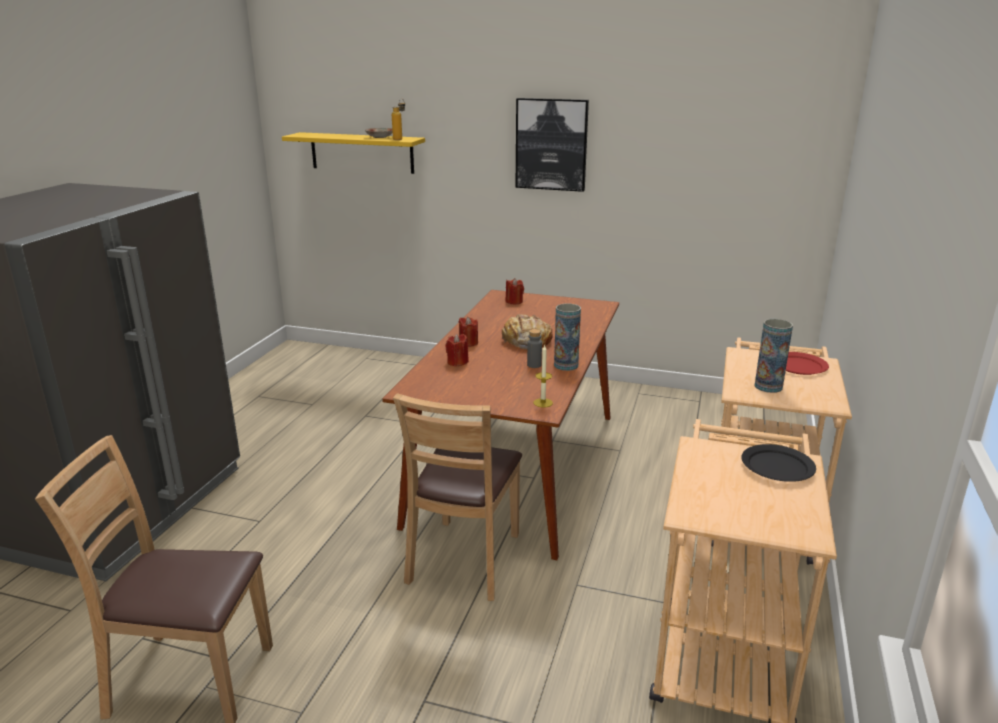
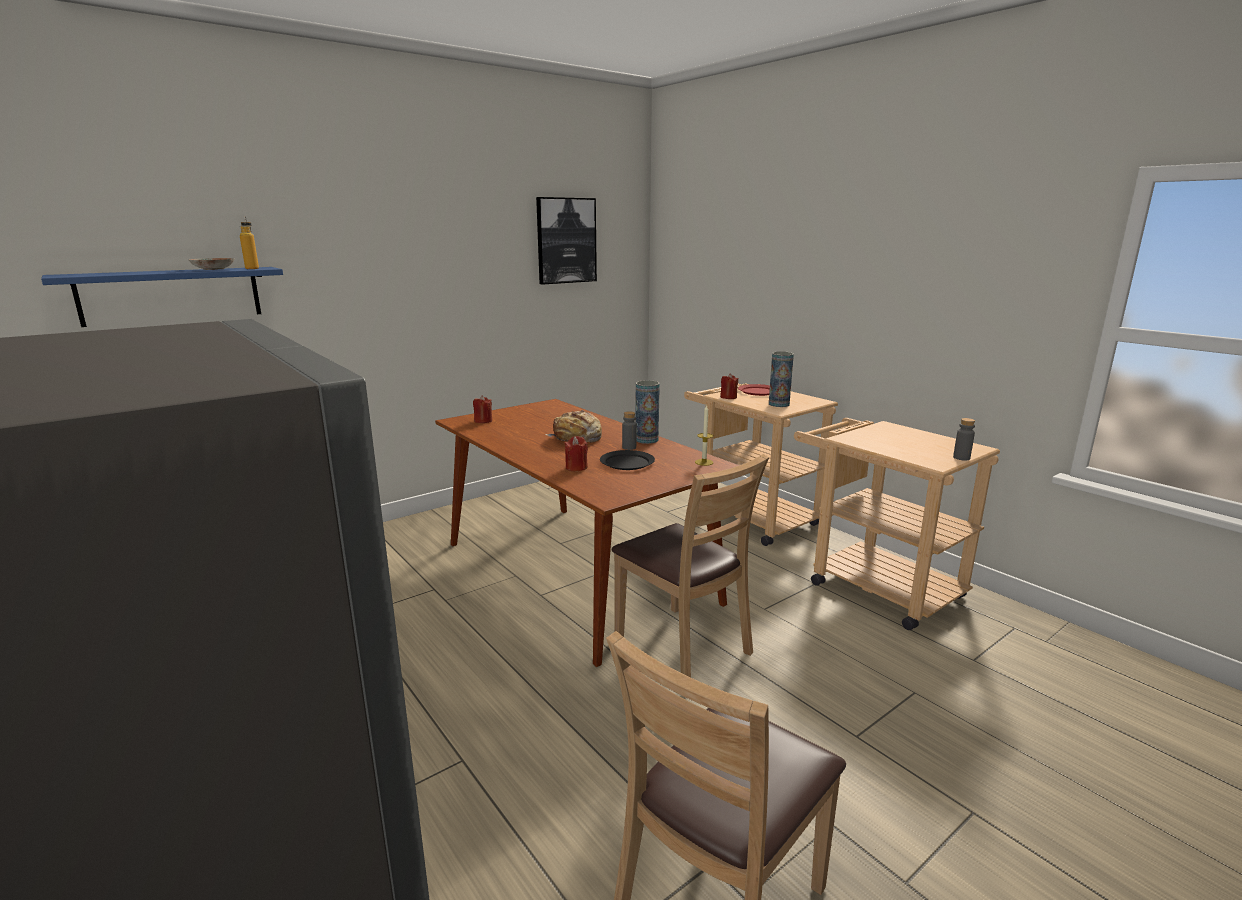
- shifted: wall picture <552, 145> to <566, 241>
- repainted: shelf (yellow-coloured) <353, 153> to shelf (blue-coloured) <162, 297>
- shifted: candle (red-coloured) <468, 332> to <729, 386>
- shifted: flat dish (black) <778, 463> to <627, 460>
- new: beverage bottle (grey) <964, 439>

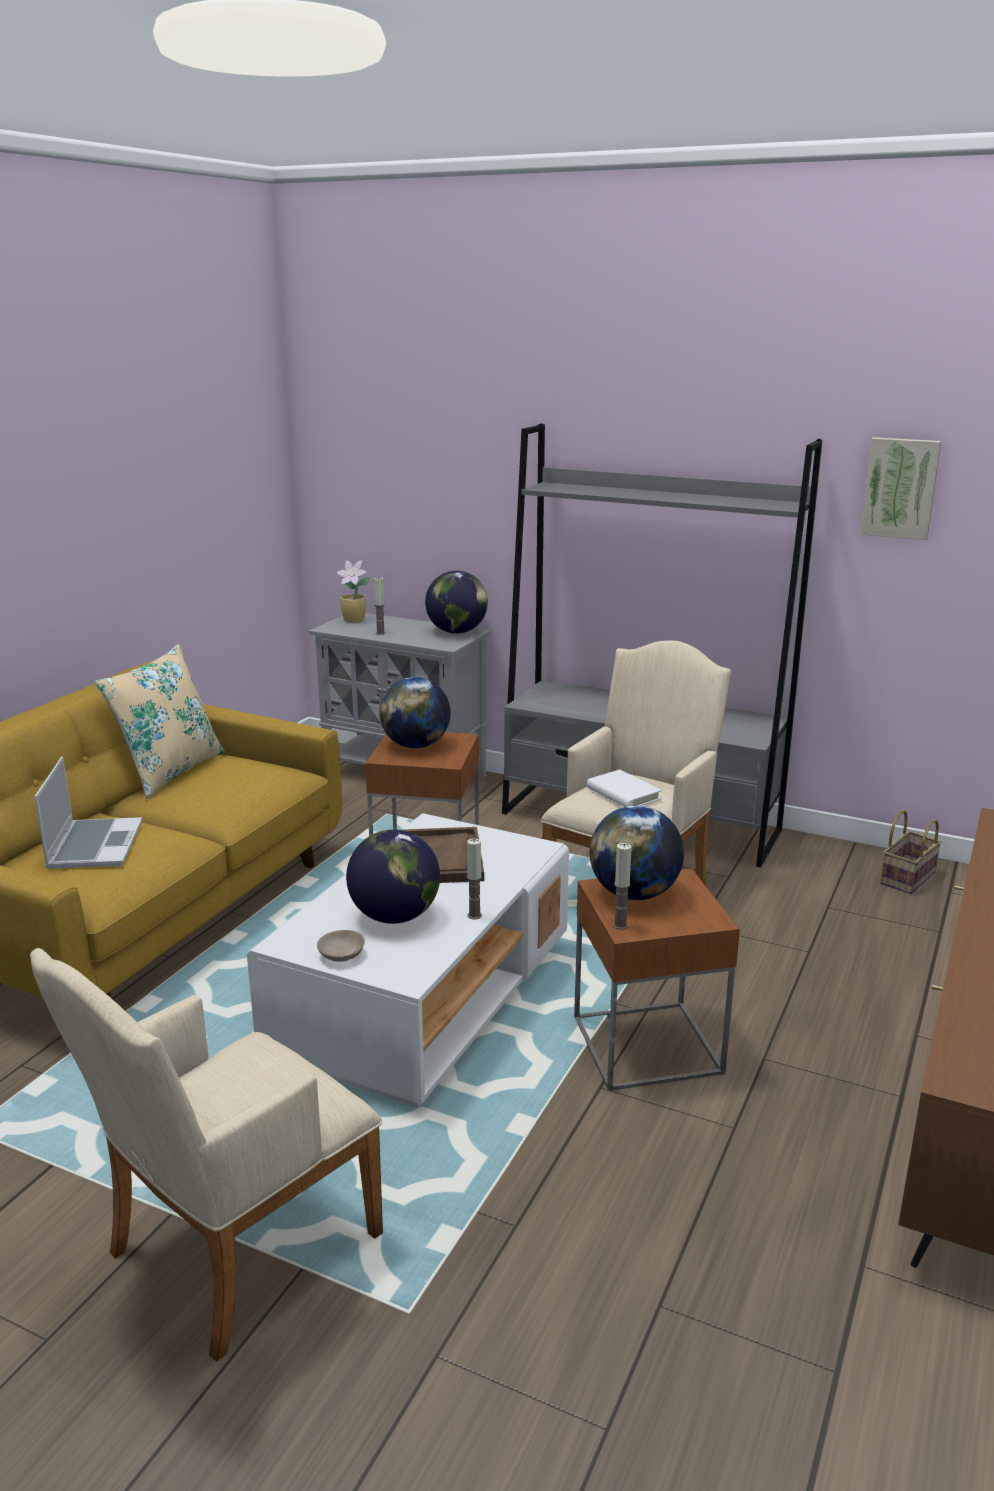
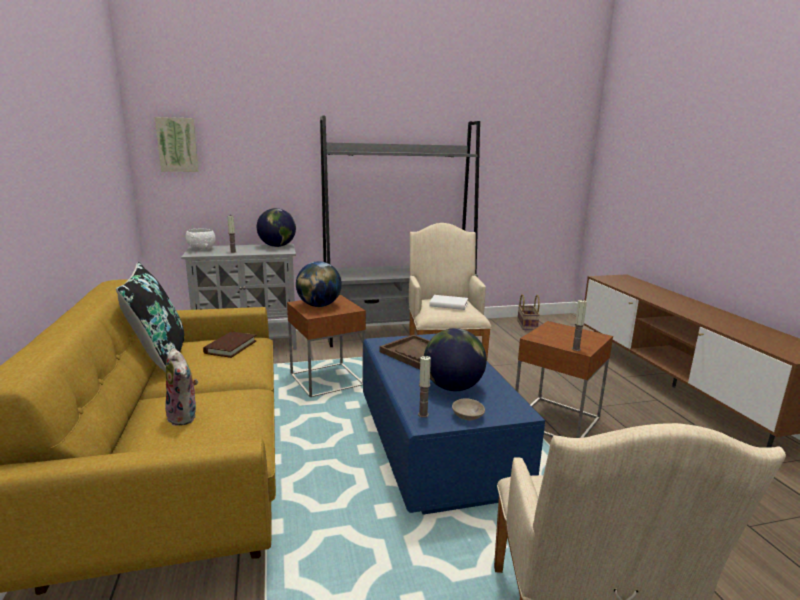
- shifted: wall picture <900, 488> to <177, 144>
- swapped: houseplant <353, 591> to deep dish (white-coloured) <200, 239>
- repainted: pillow (beige) <160, 721> to pillow (black) <150, 317>
- swapped: portable computer <88, 813> to cuddly toy <181, 387>
- gone: globe <636, 852>
- repainted: low table (white-coloured) <408, 960> to low table (blue-coloured) <454, 424>
- shifted: candle <474, 879> to <424, 387>
- new: volume (brown) <230, 345>

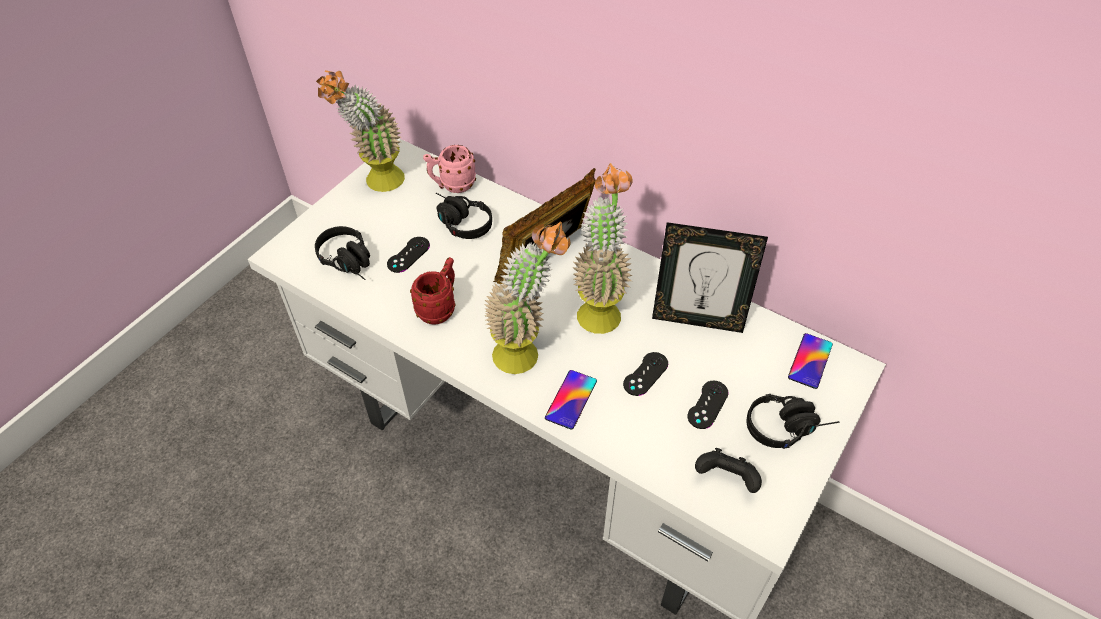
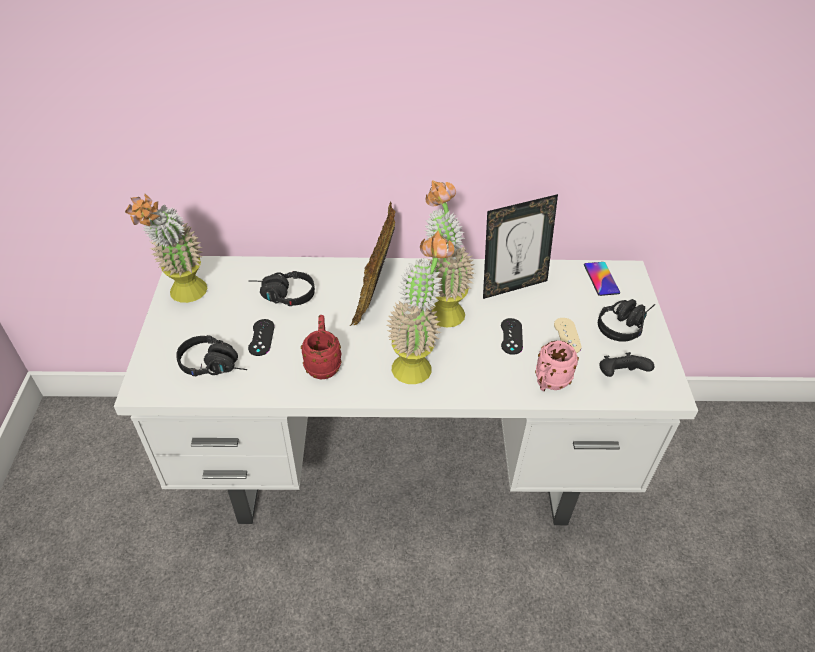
- shifted: coffee mug (pink) <449, 169> to <557, 366>
- gone: phone <571, 399>
- repainted: gamepad (black) <708, 405> to gamepad (beige) <568, 335>

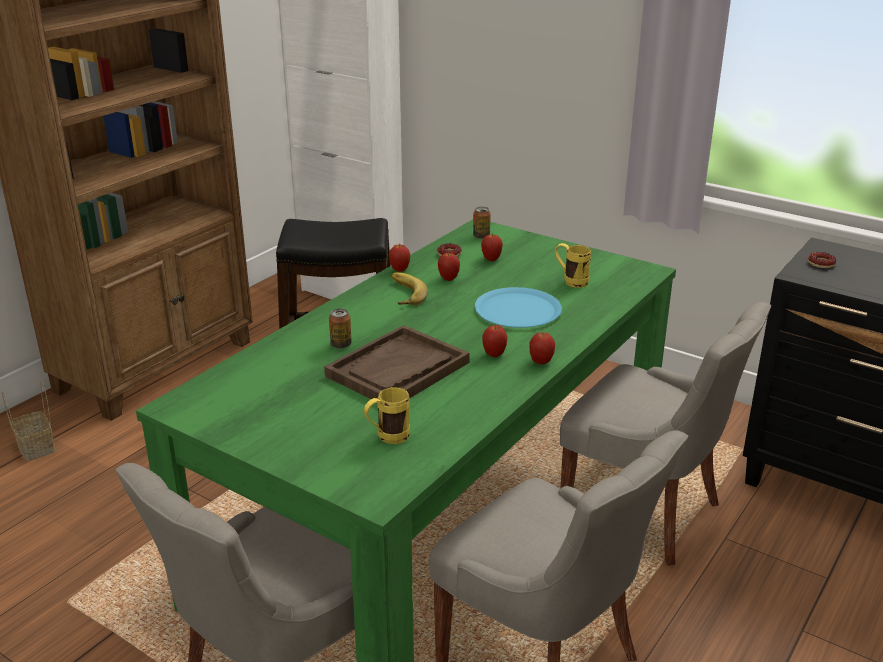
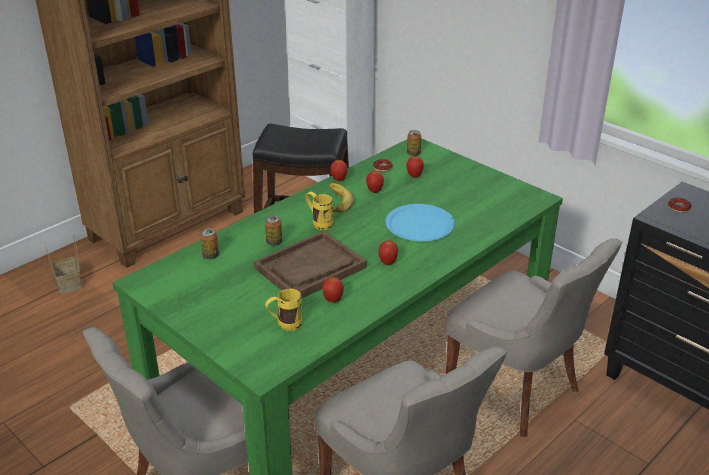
- shifted: coffee mug (yellow-coloured) <573, 265> to <319, 211>
- shifted: apple fruit <542, 348> to <333, 289>
- new: can <209, 243>

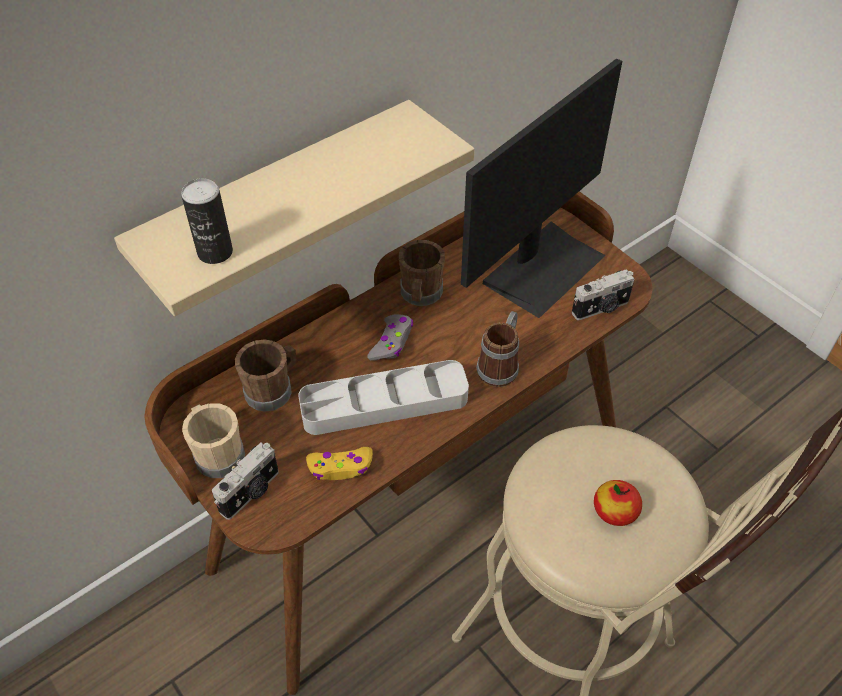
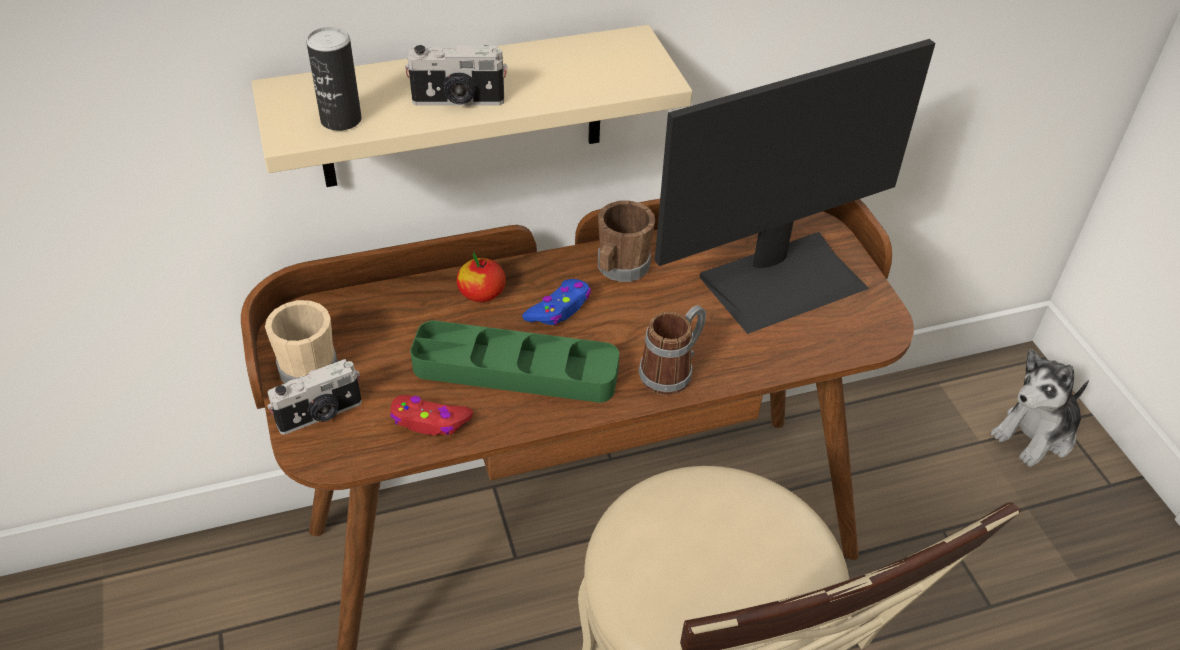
- shifted: photo camera <603, 294> to <456, 75>
- repainted: gamepad (grey) <390, 337> to gamepad (blue-coloured) <556, 302>
- gone: coffee mug (brown) <266, 375>
- repainted: carrying tray (grey) <383, 397> to carrying tray (green) <514, 361>
- repainted: gamepad (yellow-coloured) <339, 463> to gamepad (red-coloured) <431, 415>
- shifted: apple fruit <618, 503> to <481, 277>
- new: cuddly toy <1040, 408>

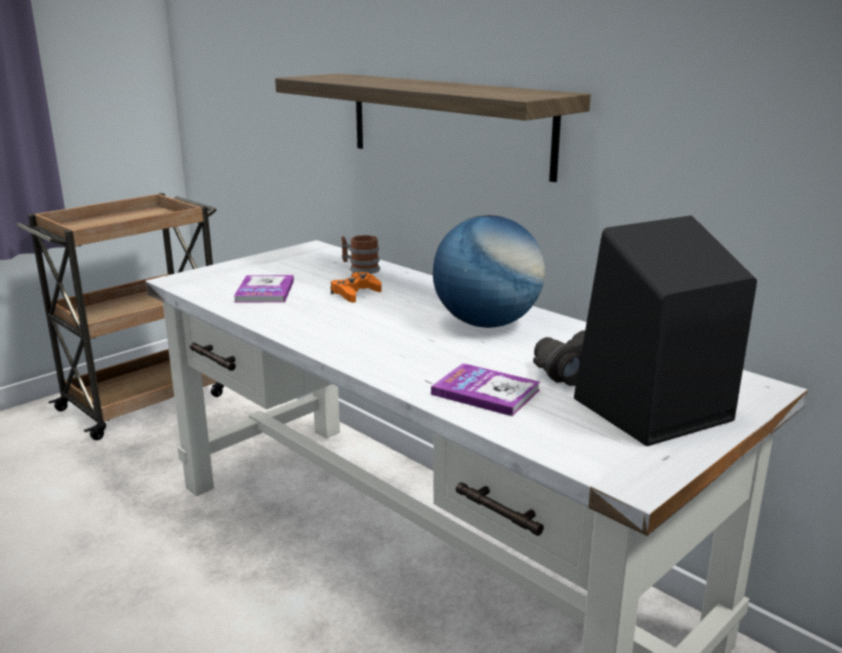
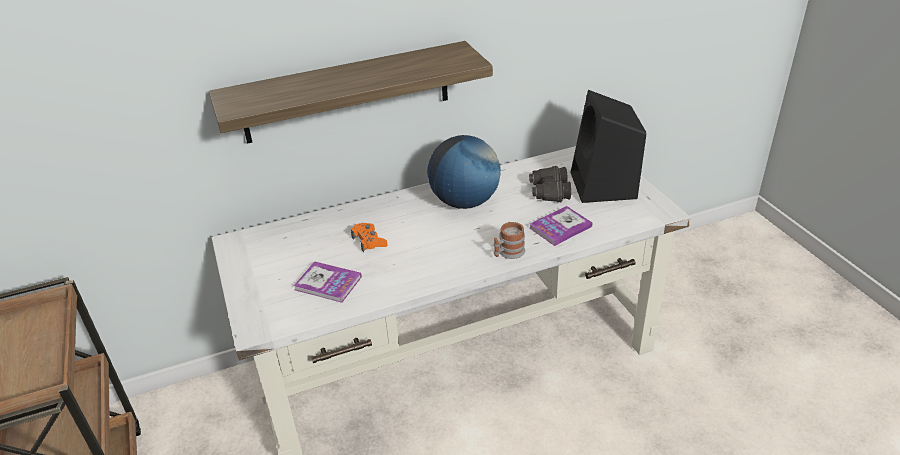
- shifted: coffee mug <360, 254> to <509, 240>

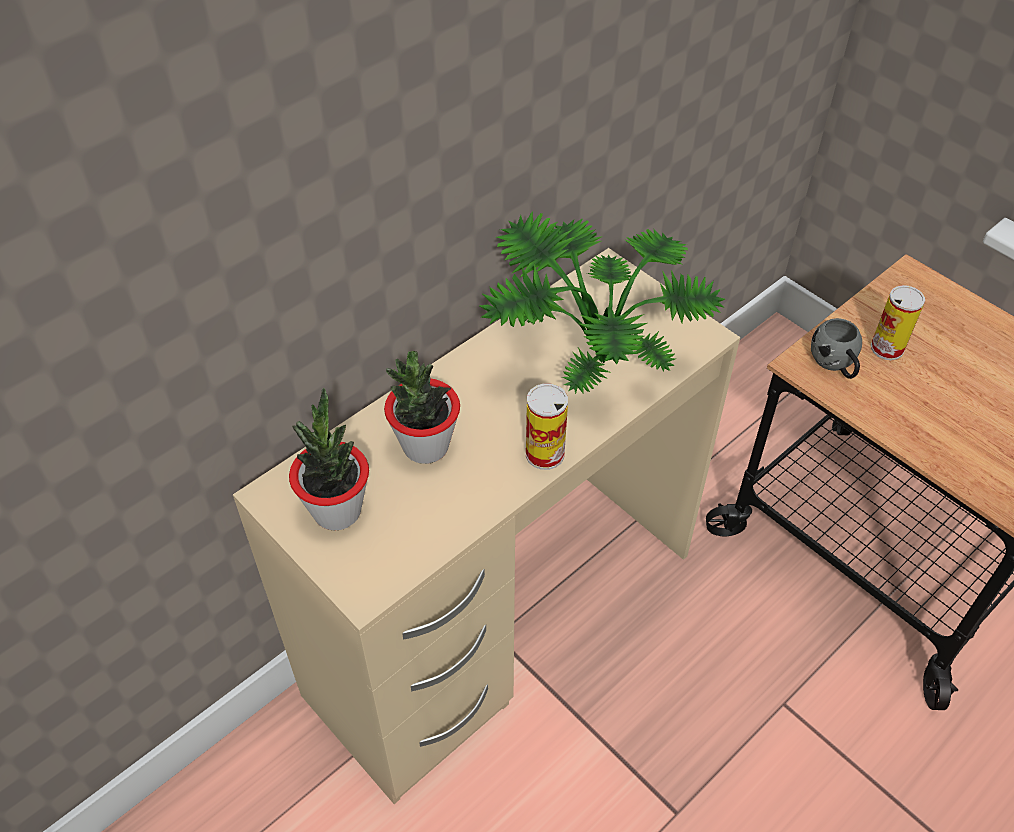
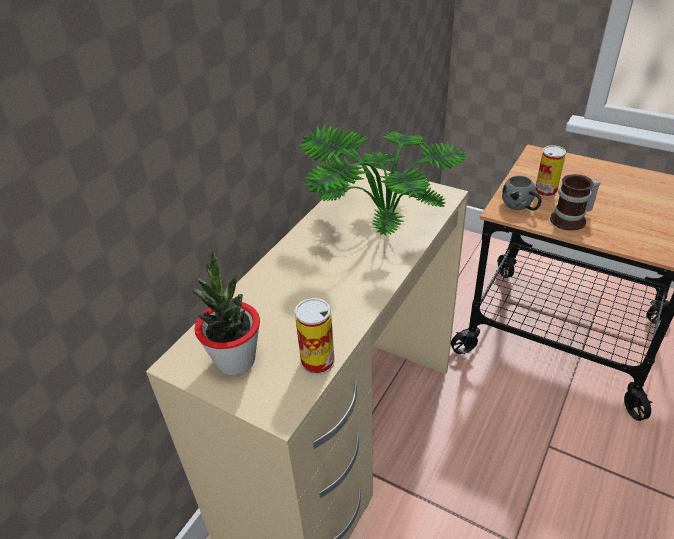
- gone: houseplant <422, 407>
- shifted: can <547, 426> to <315, 336>
- new: coffee mug <575, 202>

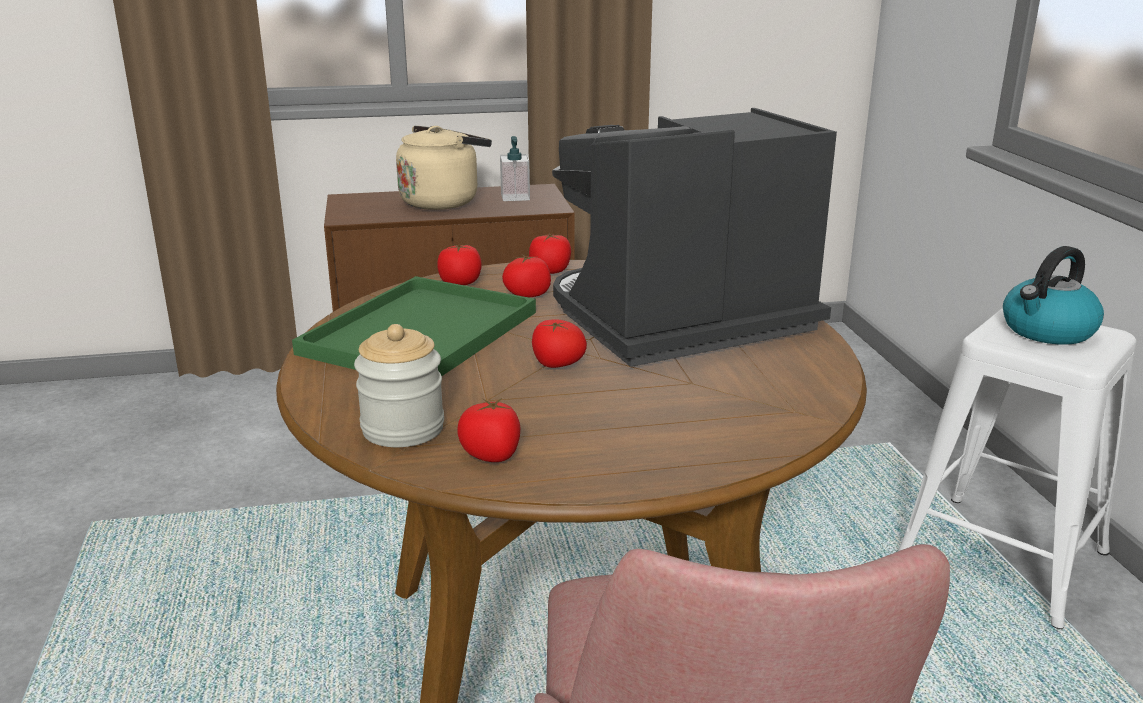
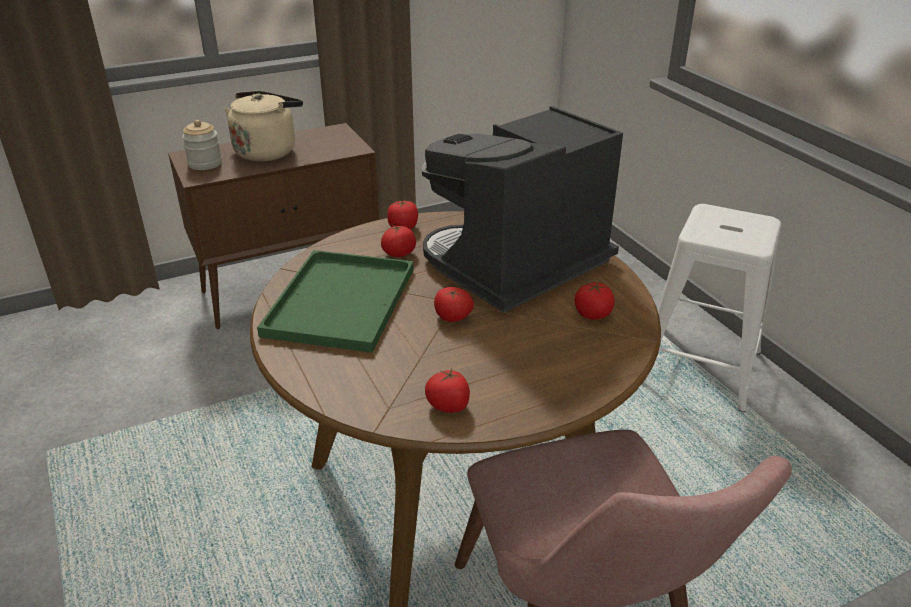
- gone: soap bottle <515, 168>
- shifted: whole tomato <459, 264> to <595, 301>
- gone: water kettle <1053, 295>
- shifted: preserve jar <399, 385> to <202, 145>

